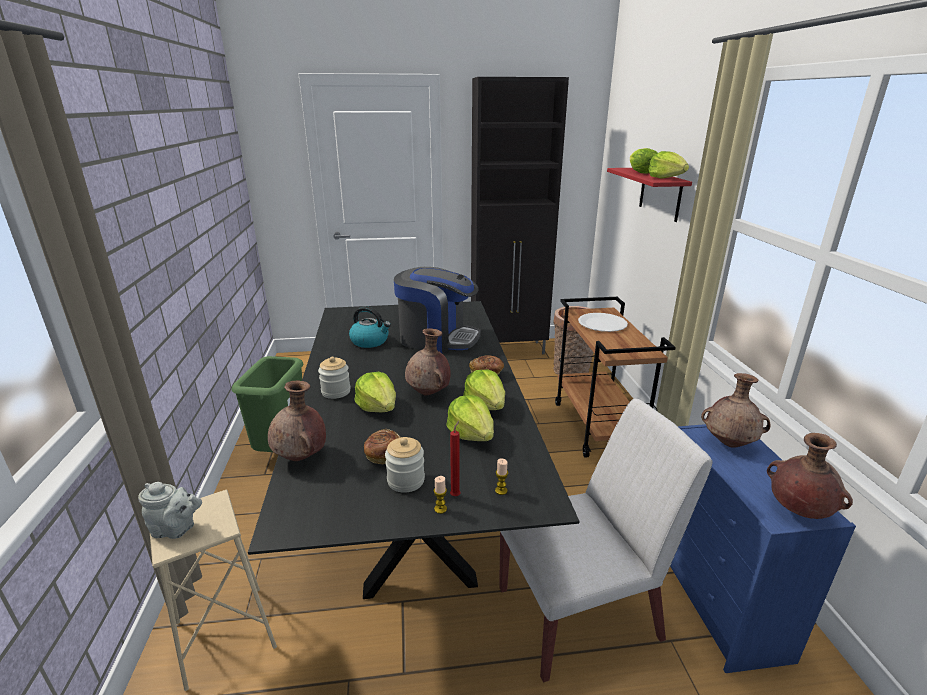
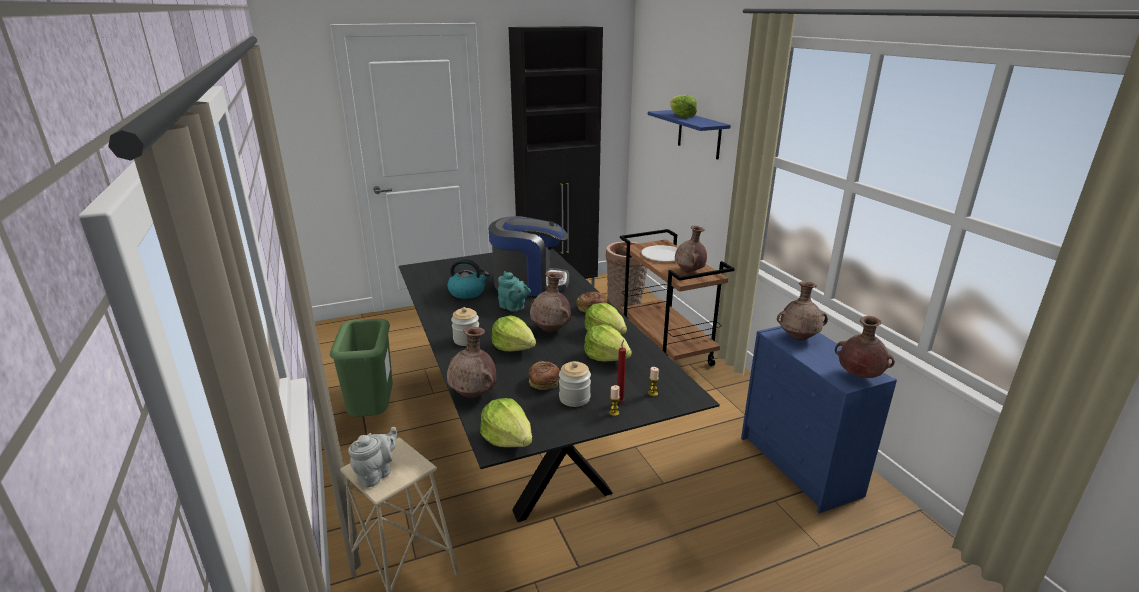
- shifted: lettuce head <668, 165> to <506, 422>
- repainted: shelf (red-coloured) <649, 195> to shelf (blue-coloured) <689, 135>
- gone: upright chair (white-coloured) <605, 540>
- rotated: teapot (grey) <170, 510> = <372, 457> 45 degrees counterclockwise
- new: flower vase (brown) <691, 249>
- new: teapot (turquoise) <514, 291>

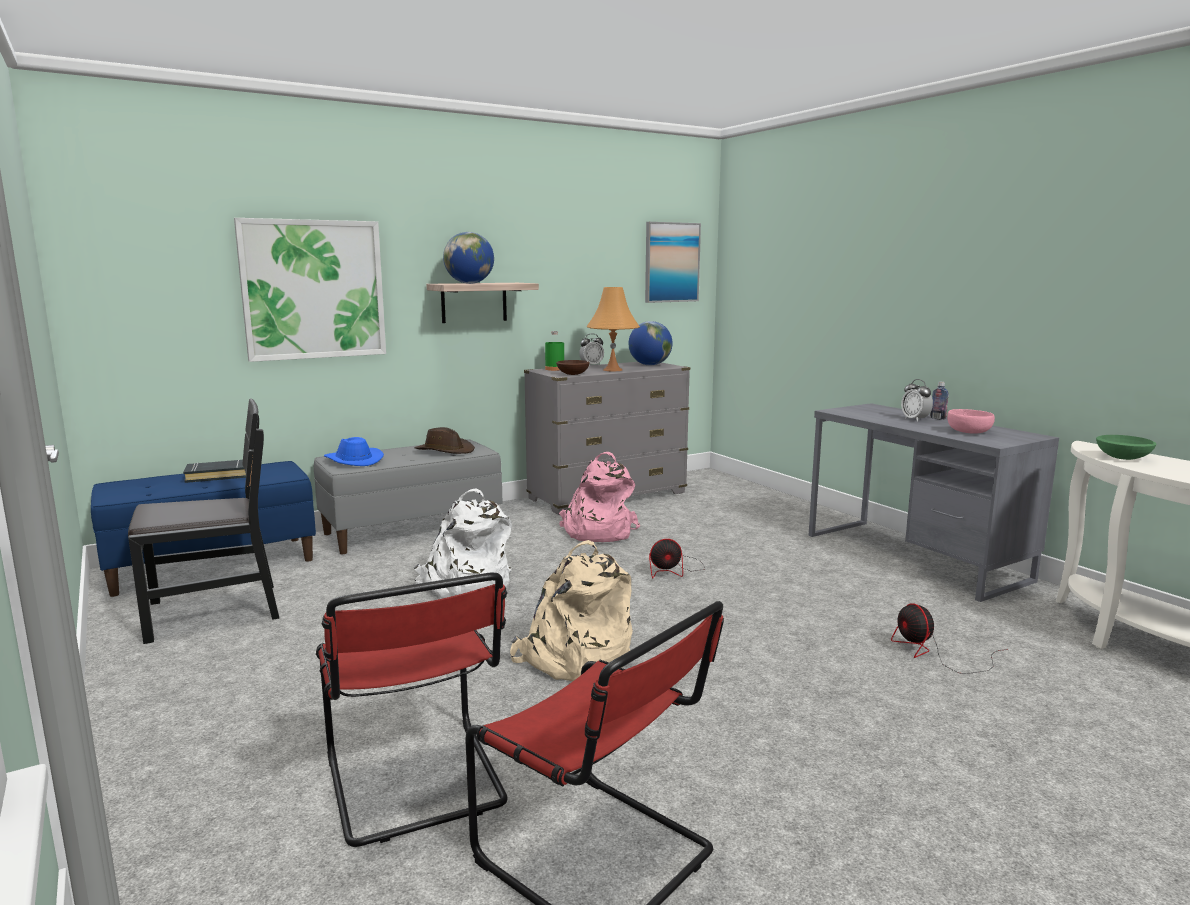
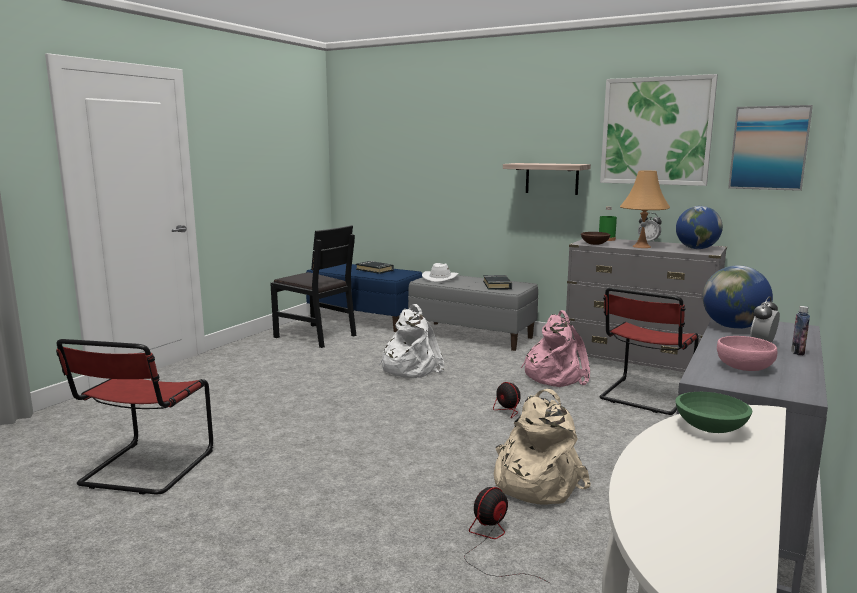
- shifted: wall picture <310, 290> to <659, 130>
- shifted: globe <468, 258> to <738, 297>
- swapped: hat (brown) <444, 440> to volume (black) <497, 282>
- repainted: hat (blue-coloured) <354, 451> to hat (white-coloured) <440, 272>
- shifted: rucksack (beige) <571, 610> to <542, 447>
- shifted: upright chair (red-coloured) <412, 709> to <649, 351>

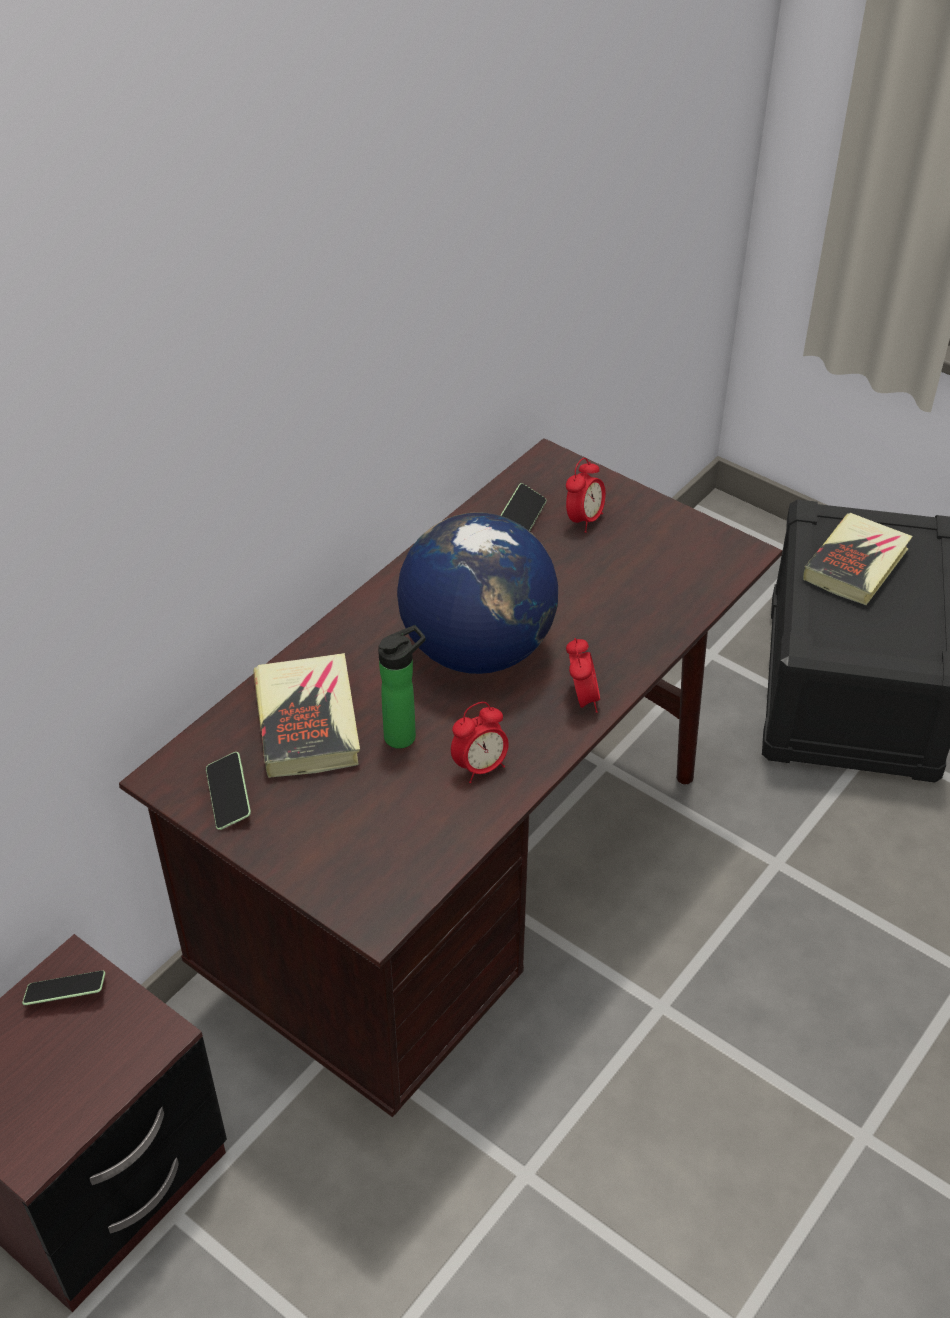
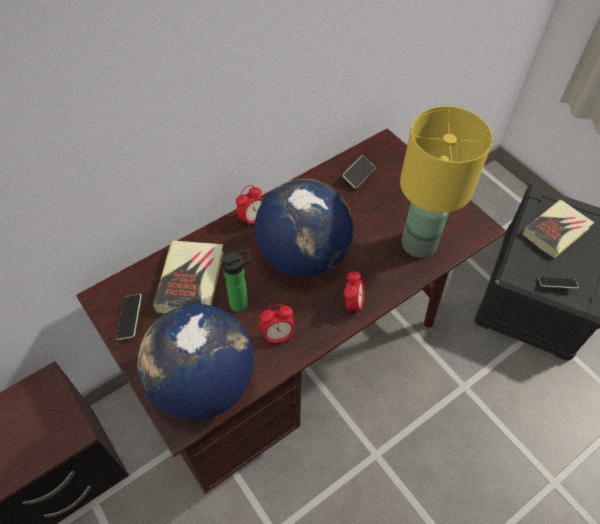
- shifted: alarm clock <586, 495> to <249, 207>
- shifted: phone <63, 987> to <558, 283>
- new: lamp for a table (yellow-coloured) <446, 182>
- new: globe <195, 362>

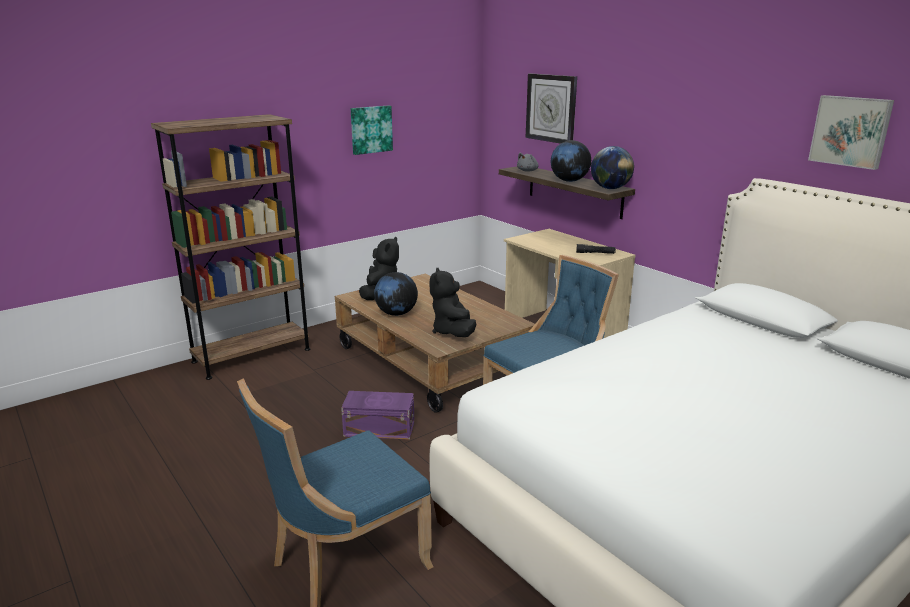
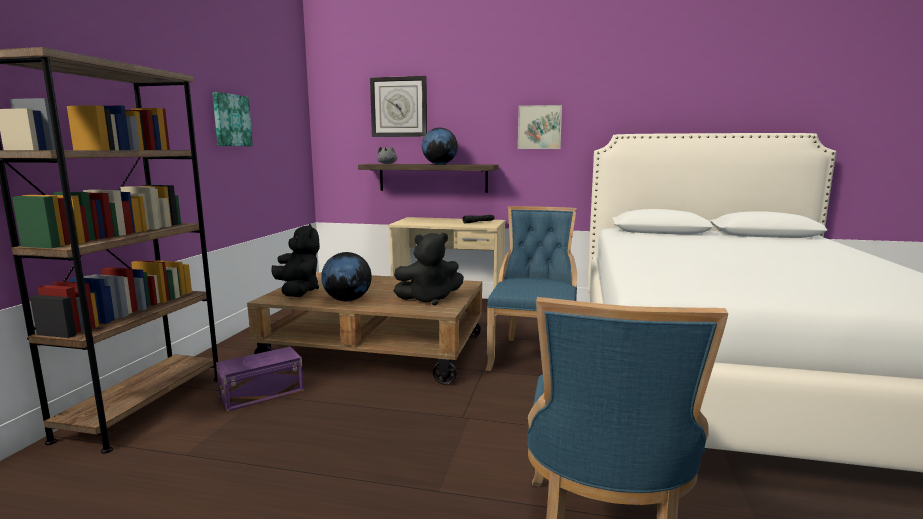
- shifted: wall picture <851, 132> to <540, 127>
- gone: globe <612, 167>
- rotated: cuddly toy (black) <452, 302> = <429, 269> 60 degrees counterclockwise
- shifted: storage box (purple-coloured) <377, 415> to <260, 379>

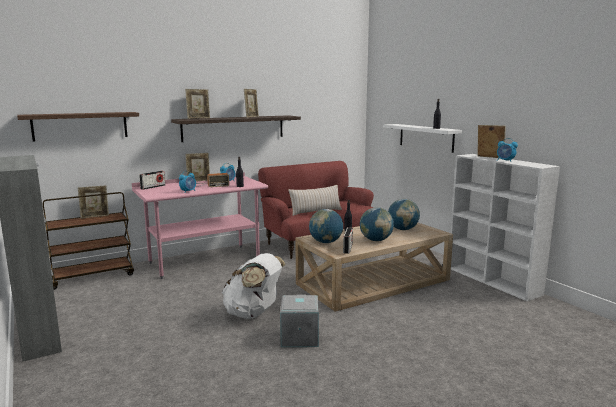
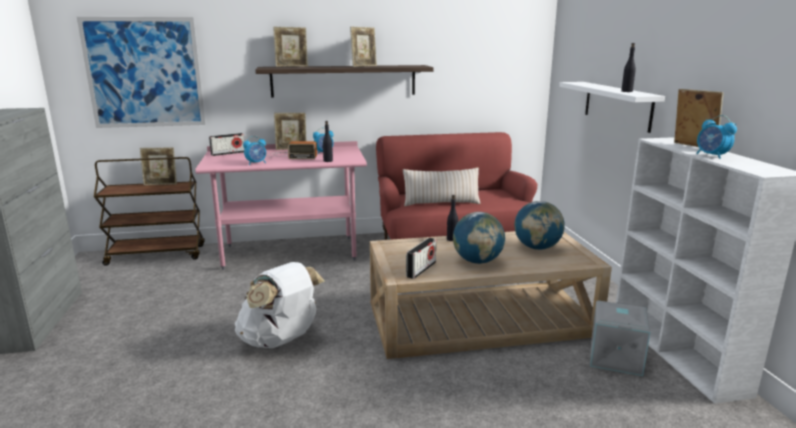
- swapped: shelf (brown) <78, 127> to wall picture <141, 72>
- gone: globe <326, 226>
- shifted: storage box (grey) <299, 321> to <620, 338>

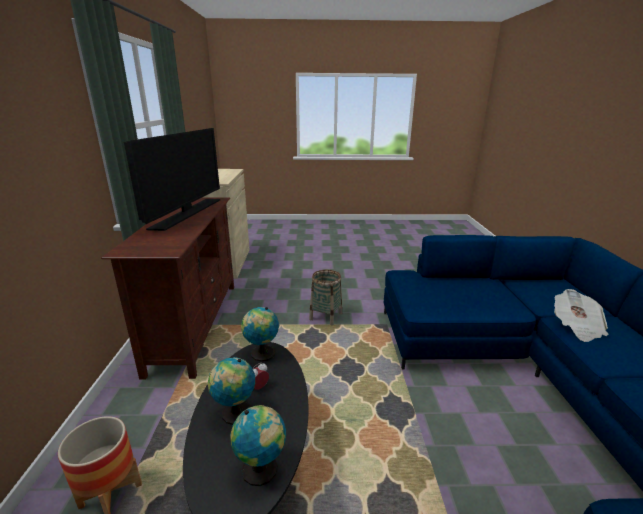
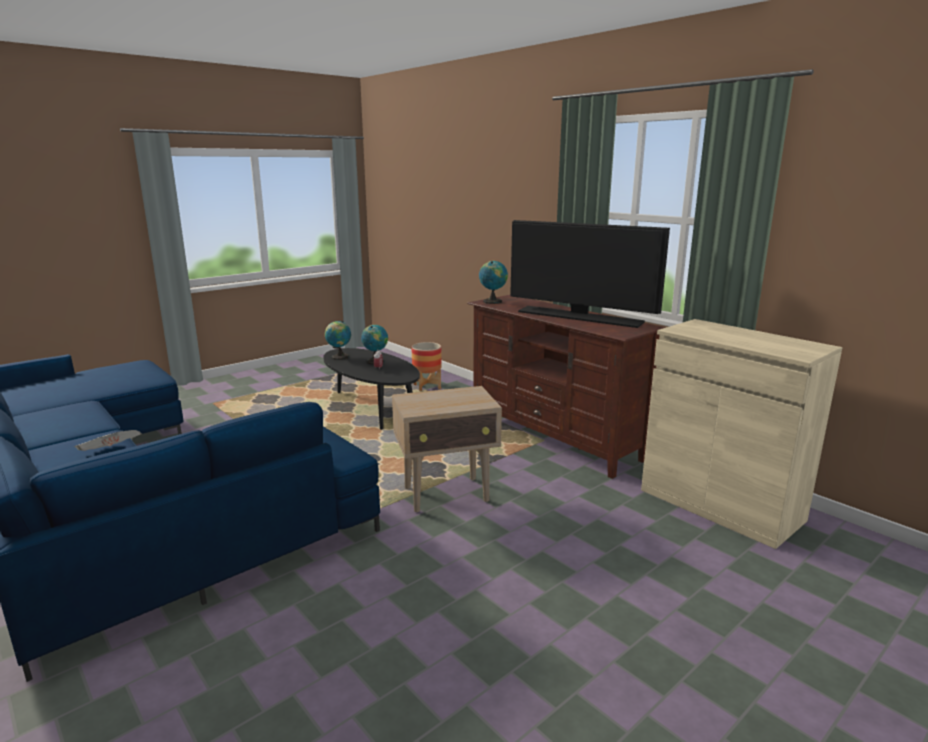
- rotated: TV set <172, 179> = <590, 274> 150 degrees clockwise
- swapped: household basket <325, 297> to accent table (beige) <447, 449>
- shifted: globe <260, 334> to <493, 282>

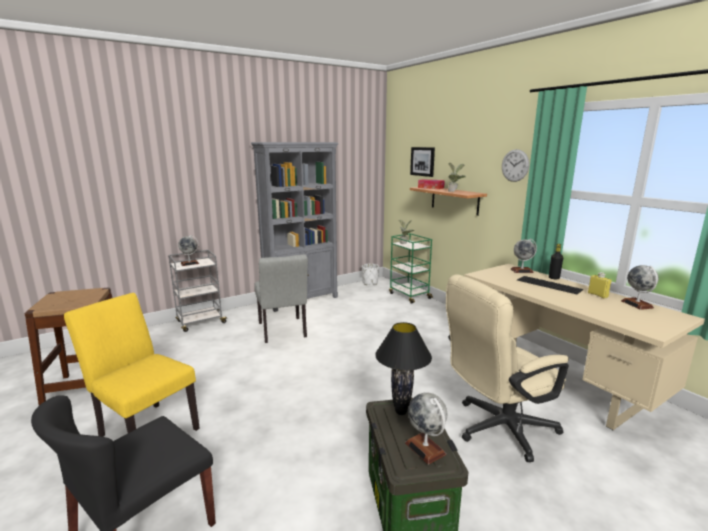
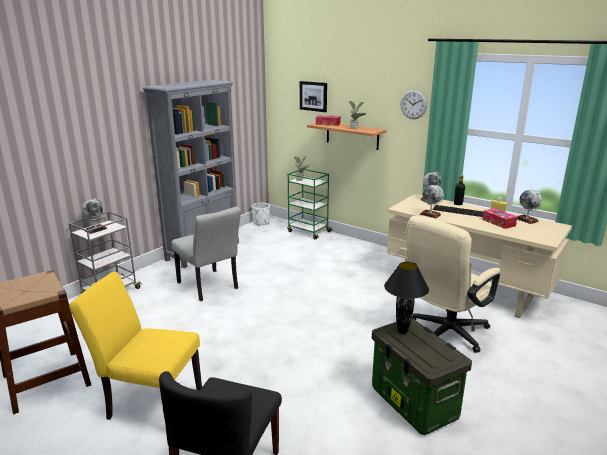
- shifted: globe <426, 428> to <432, 201>
- new: tissue holder <499, 218>

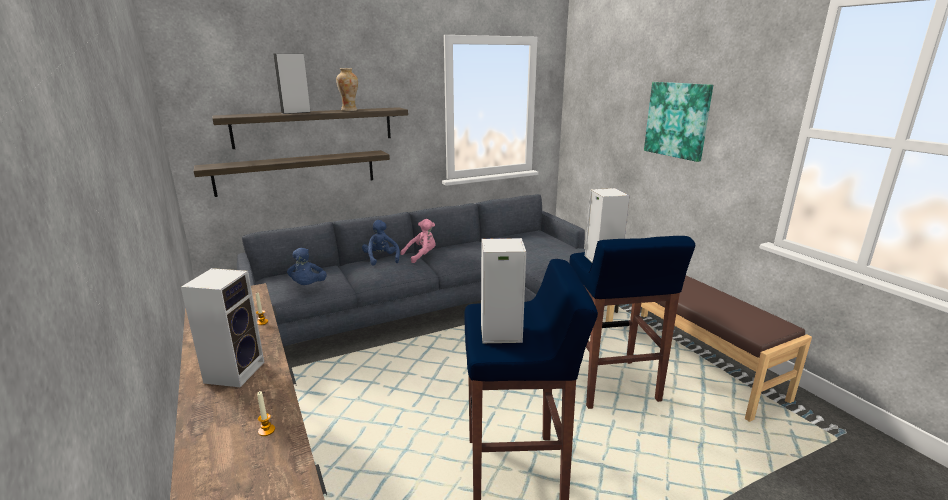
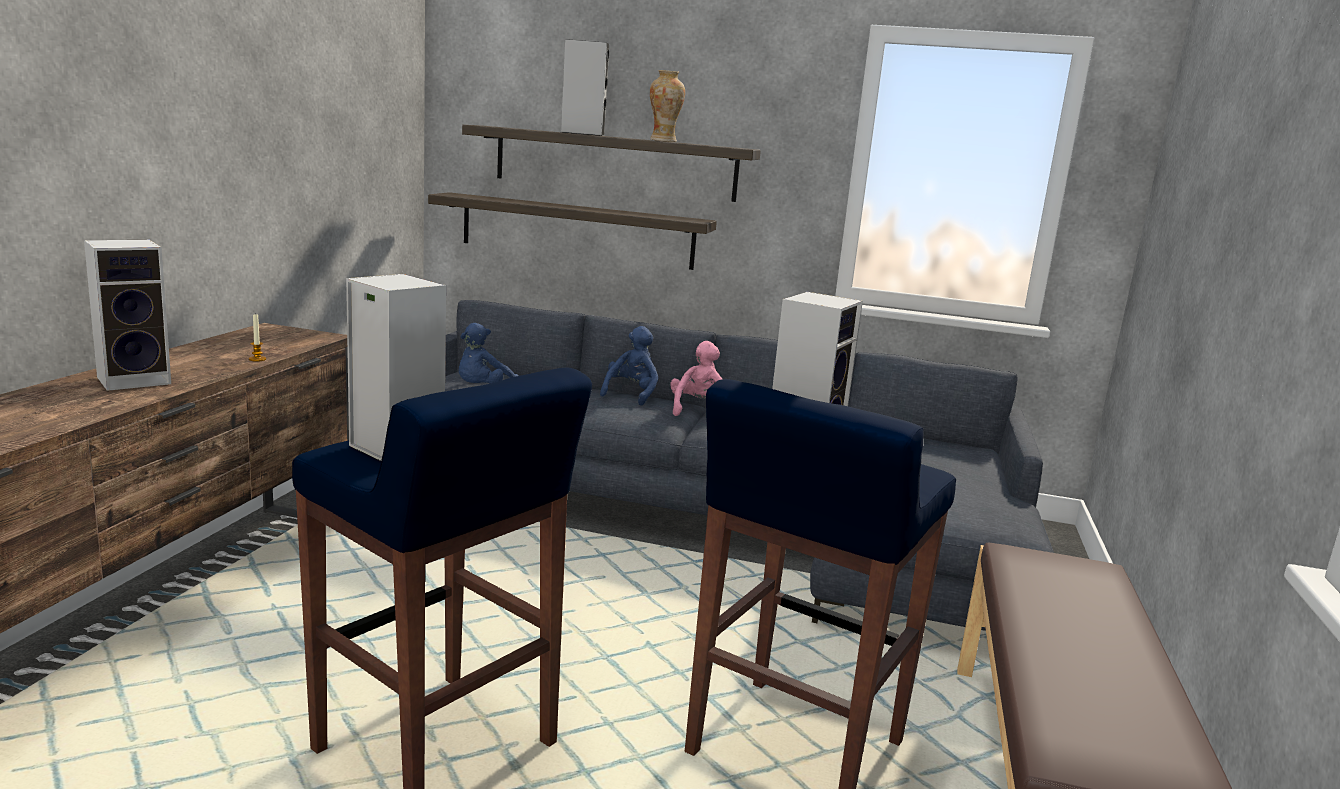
- gone: wall picture <678, 122>
- rotated: cuddly toy (pink) <418, 241> = <696, 378> 90 degrees counterclockwise
- gone: candle <266, 413>

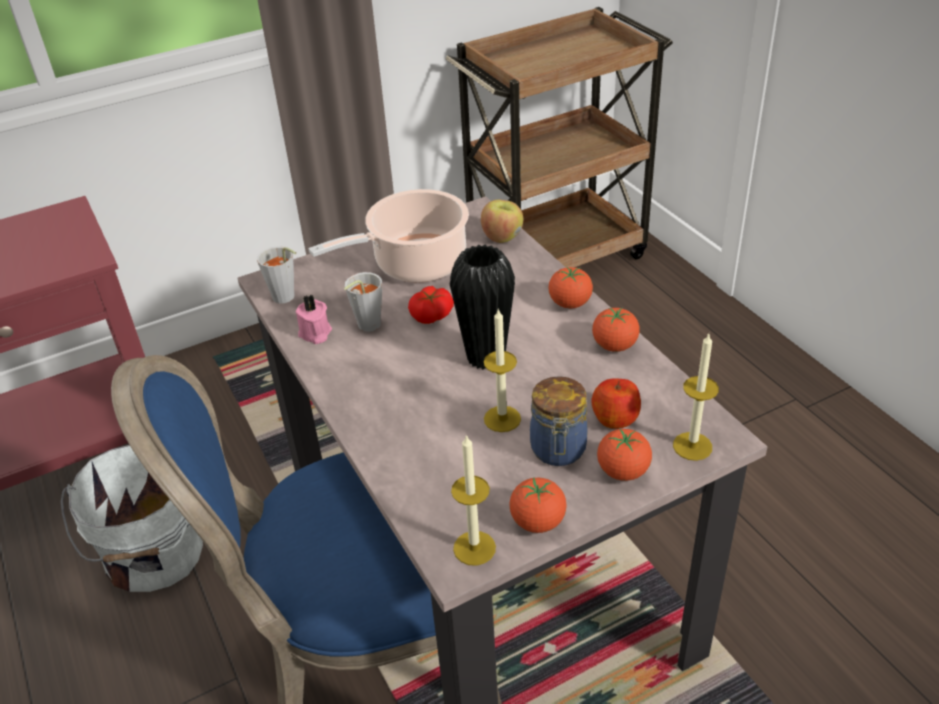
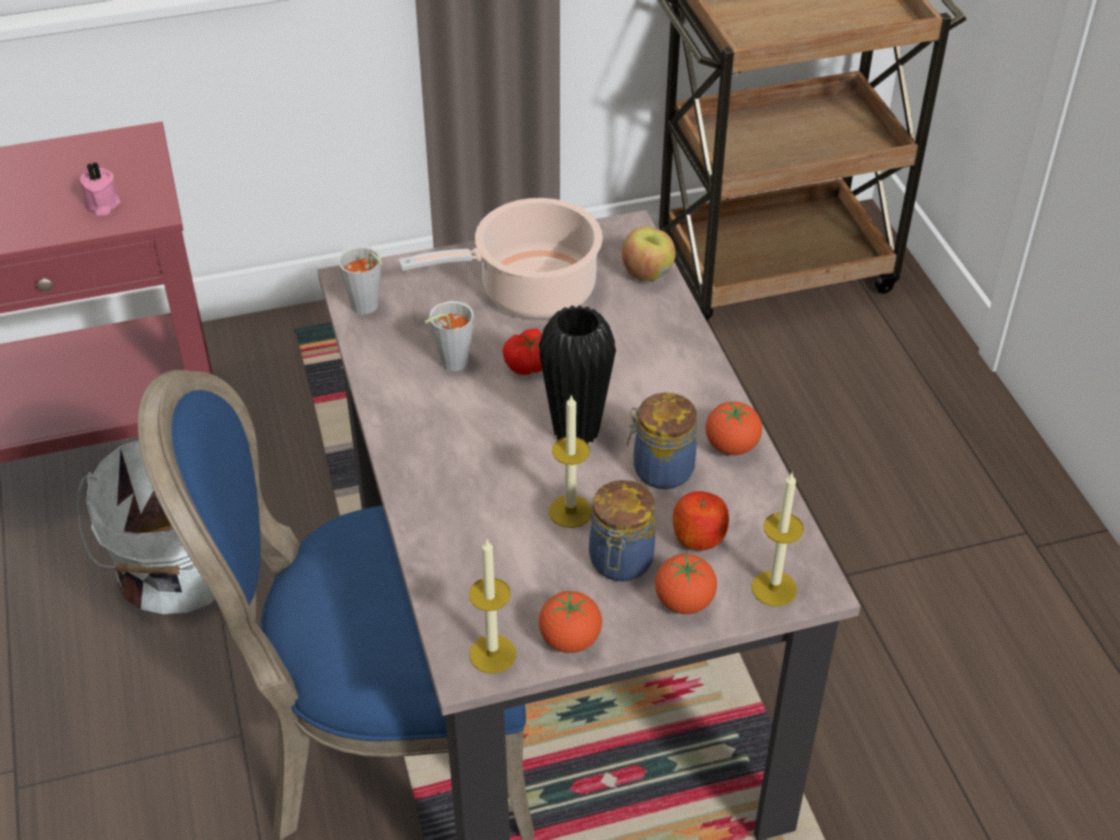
- gone: whole tomato <570, 287>
- shifted: candle (pink) <314, 319> to <100, 189>
- new: preserve jar <662, 441>

